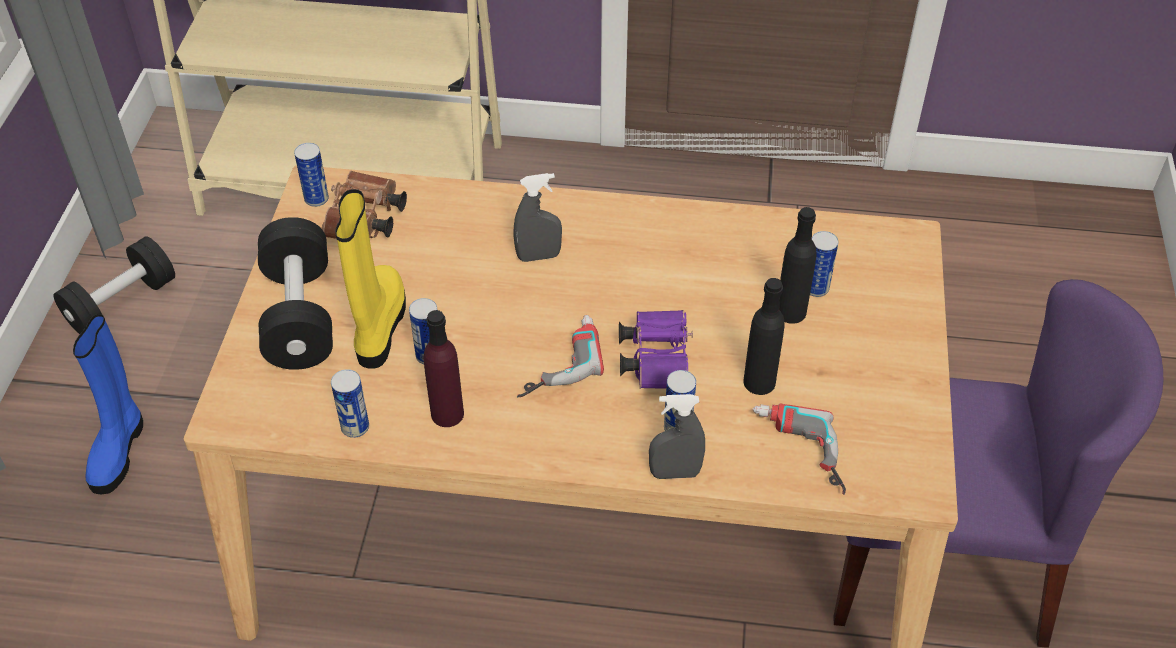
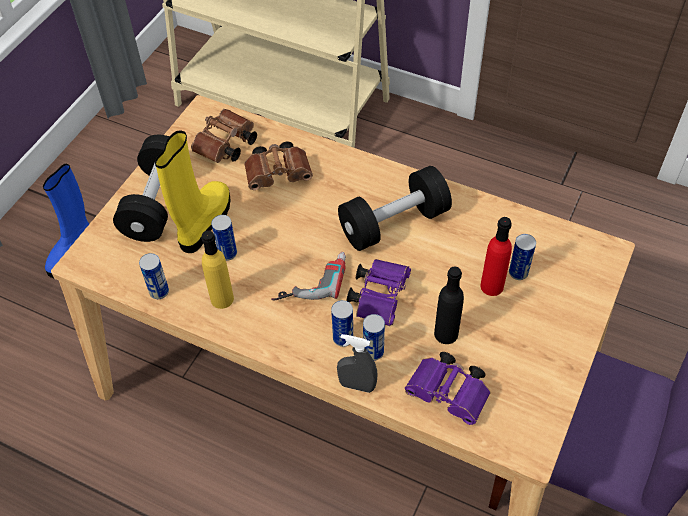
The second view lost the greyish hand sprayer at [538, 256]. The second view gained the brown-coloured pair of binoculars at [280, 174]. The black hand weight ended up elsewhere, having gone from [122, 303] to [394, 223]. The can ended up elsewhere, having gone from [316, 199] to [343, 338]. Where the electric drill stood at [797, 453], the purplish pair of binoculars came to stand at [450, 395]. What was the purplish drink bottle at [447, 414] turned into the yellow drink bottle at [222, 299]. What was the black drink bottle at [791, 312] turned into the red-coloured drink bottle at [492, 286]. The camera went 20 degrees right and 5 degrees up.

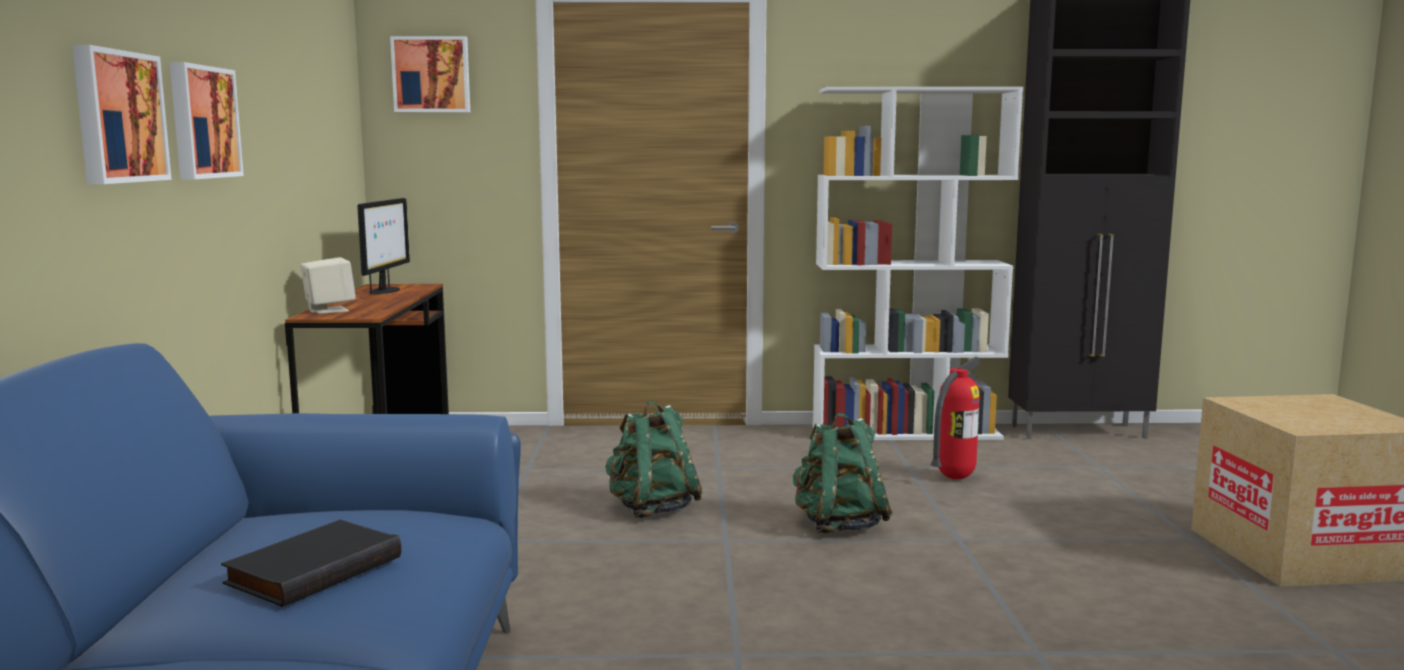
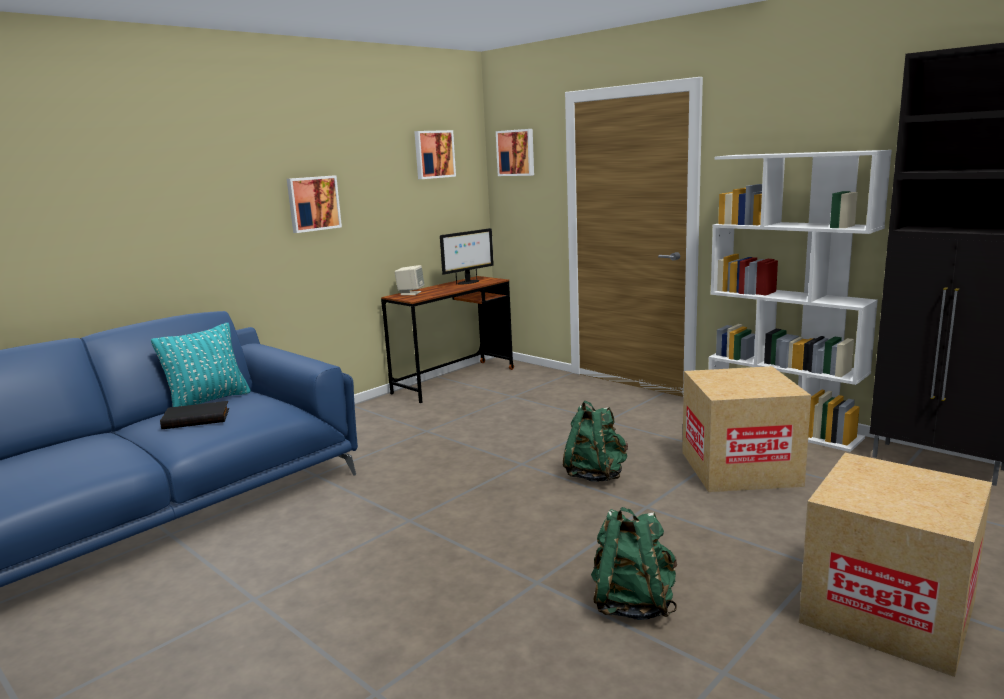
The second view gained the blue-green cushion at [208, 401]. The picture ended up elsewhere, having gone from [117, 117] to [433, 154]. The green knapsack ended up elsewhere, having gone from [652, 509] to [632, 604]. Where the extinguisher stood at [954, 478], the carton came to stand at [739, 468]. The camera went 45 degrees right and 5 degrees up.

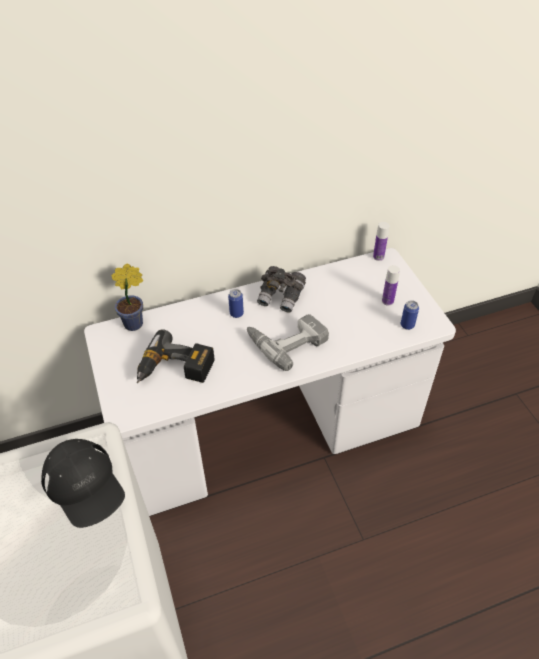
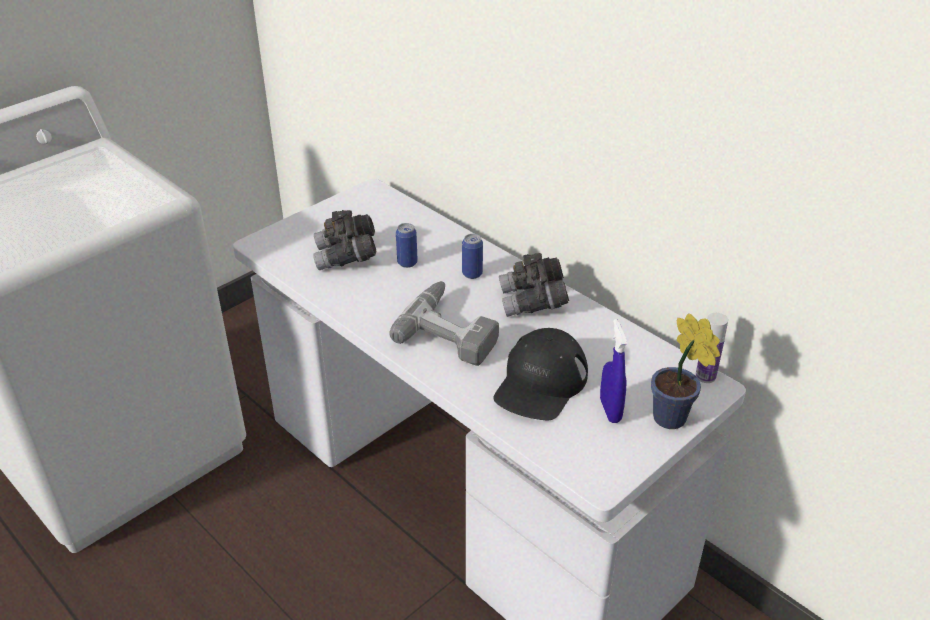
The black peaked cap ended up elsewhere, having gone from [84, 485] to [540, 383]. The houseplant ended up elsewhere, having gone from [136, 323] to [673, 420]. The can ended up elsewhere, having gone from [407, 325] to [407, 263]. Where the electric drill stood at [175, 370], the greyish pair of binoculars came to stand at [346, 257]. Where the drink bottle stood at [387, 301], the bluish hand sprayer came to stand at [610, 410]. The camera went 65 degrees right and 10 degrees down.

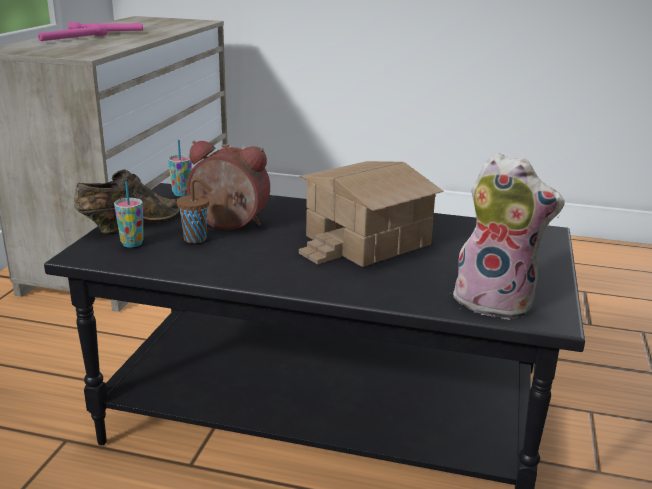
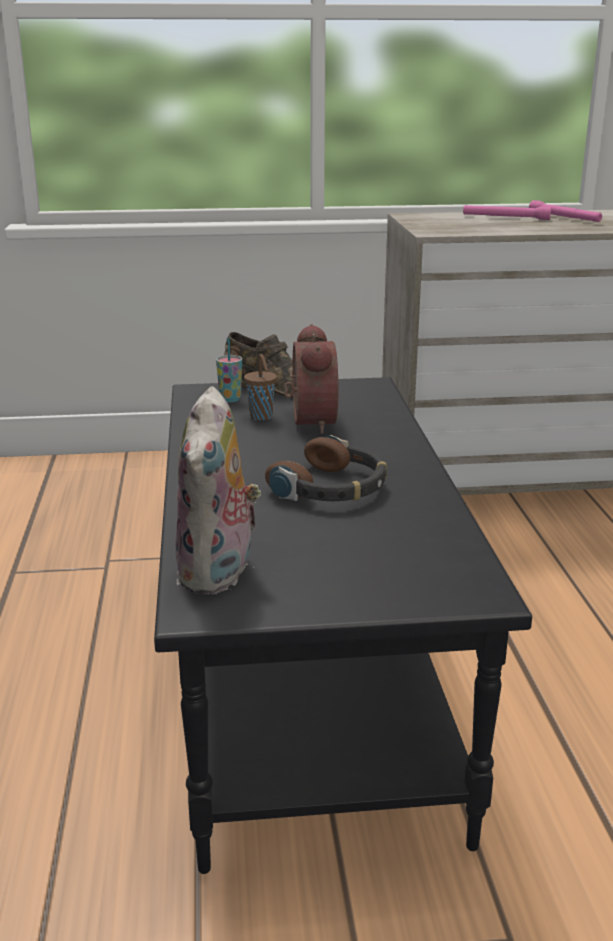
The second view lost the cup at [182, 194]. Where the toy house stood at [369, 241], the pair of headphones came to stand at [331, 488]. The camera went 70 degrees right and 0 degrees up.

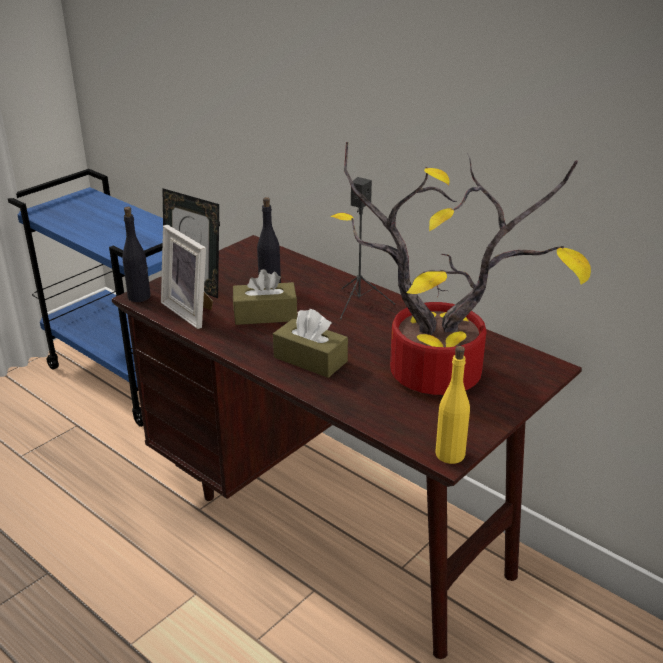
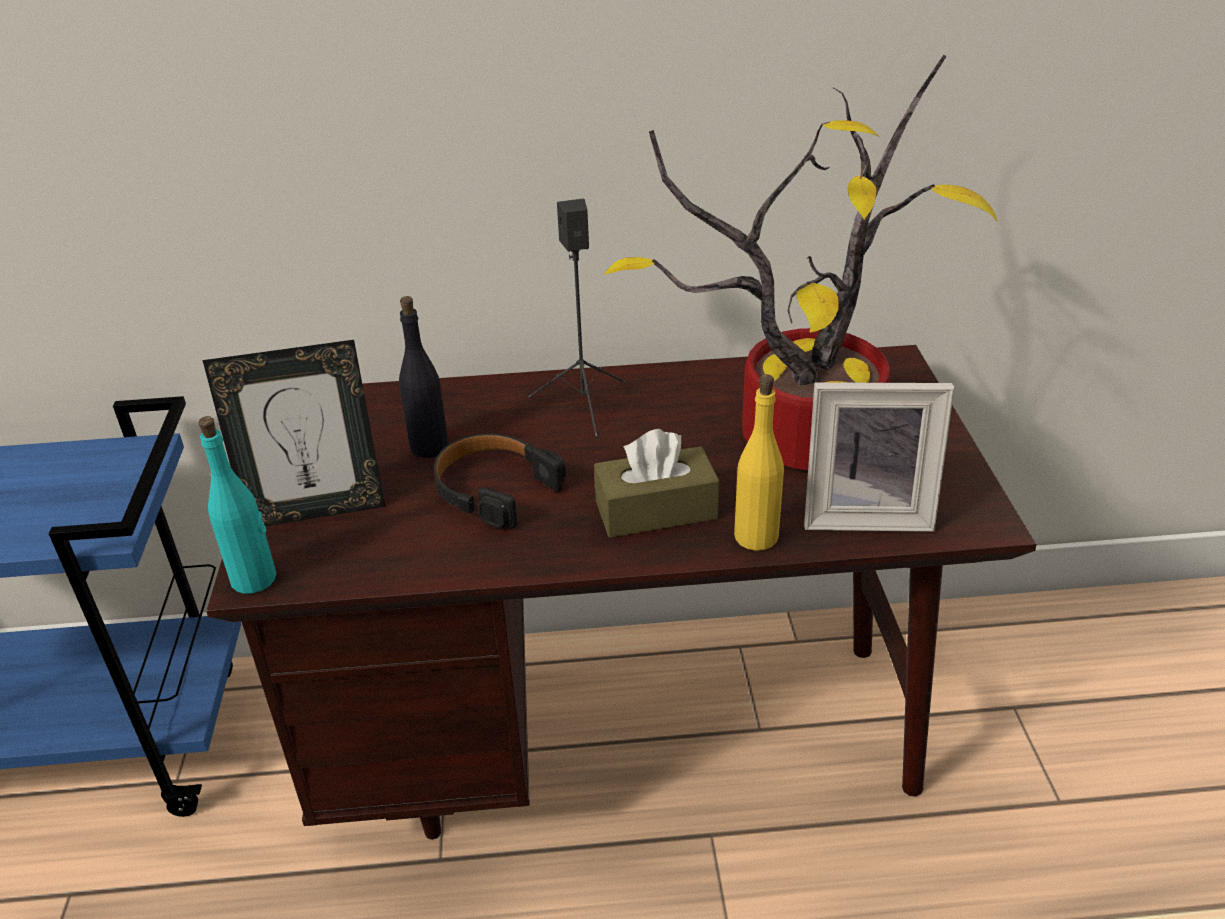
The picture frame ended up elsewhere, having gone from [192, 311] to [865, 513]. The yellow drink bottle ended up elsewhere, having gone from [450, 454] to [755, 536]. Where the brown-coloured tissue holder stood at [265, 315], the black pair of headphones came to stand at [494, 489]. What was the black drink bottle at [139, 297] turned into the blue-green drink bottle at [254, 579]. The camera went 45 degrees left and 5 degrees up.

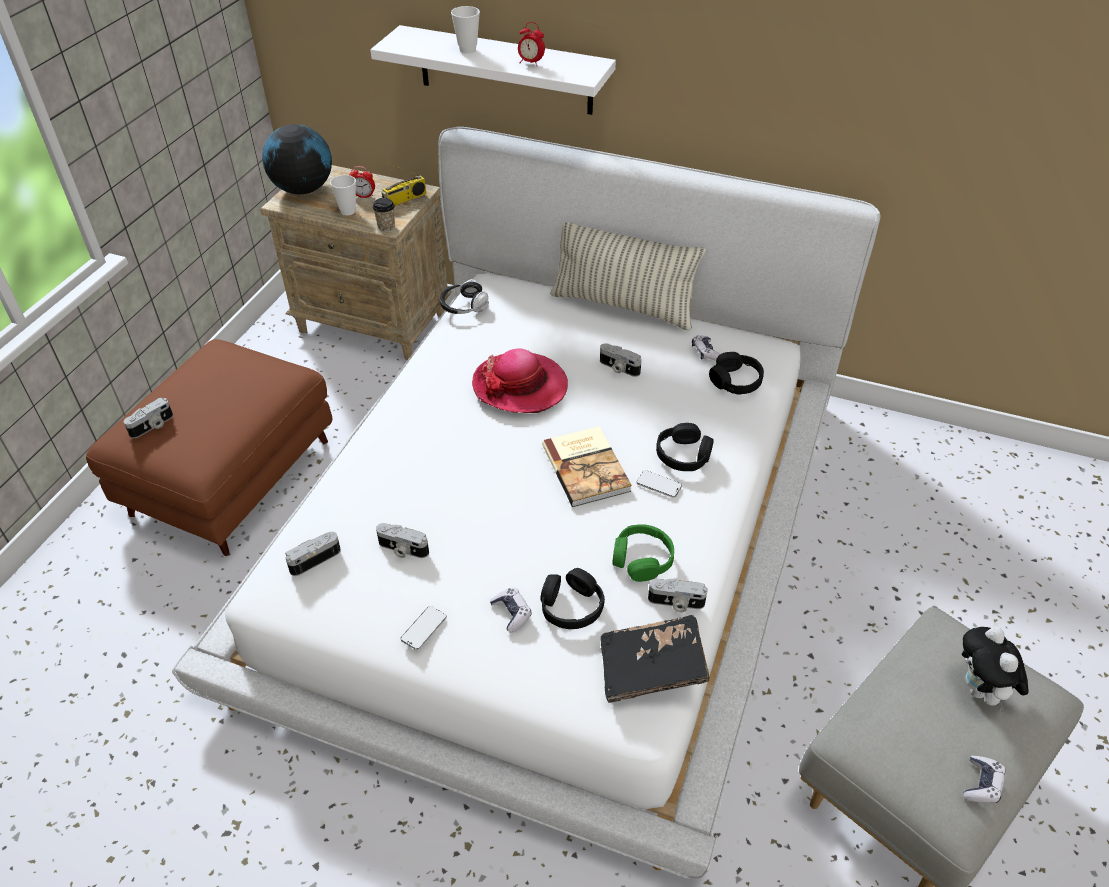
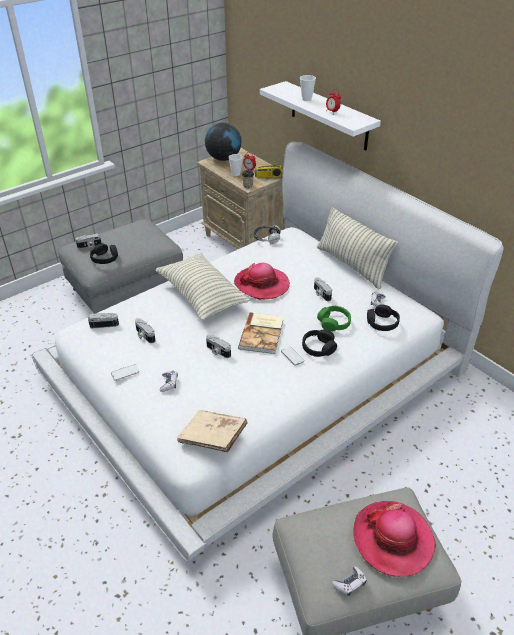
The second view gained the cushion at [202, 296]. The black pair of headphones ended up elsewhere, having gone from [571, 606] to [105, 258]. The green pair of headphones ended up elsewhere, having gone from [642, 559] to [334, 322]. The still camera ended up elsewhere, having gone from [676, 603] to [217, 351]. Where the soft toy stood at [980, 691], the hat came to stand at [393, 539]. What was the brown-coloured pouffe at [231, 477] turned into the greyish pouffe at [127, 289]. What was the black book at [651, 668] turned into the beige book at [213, 438]. The camera went 30 degrees right and 5 degrees down.

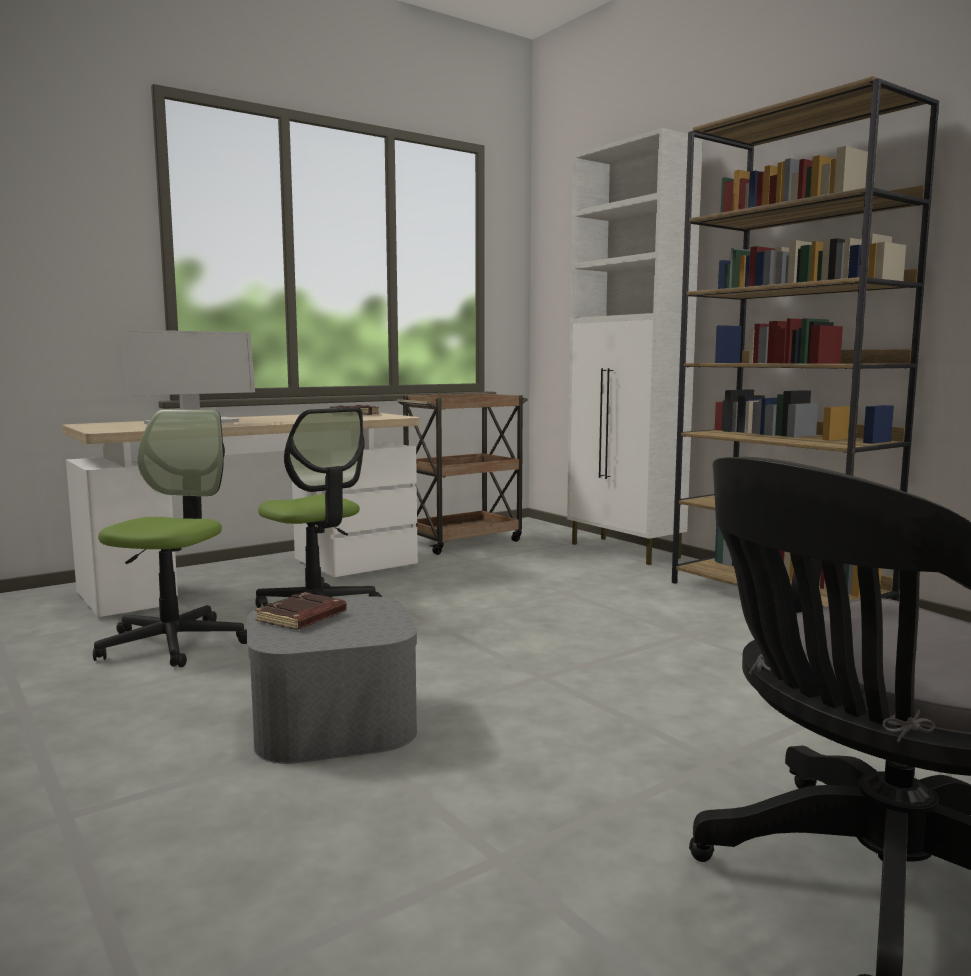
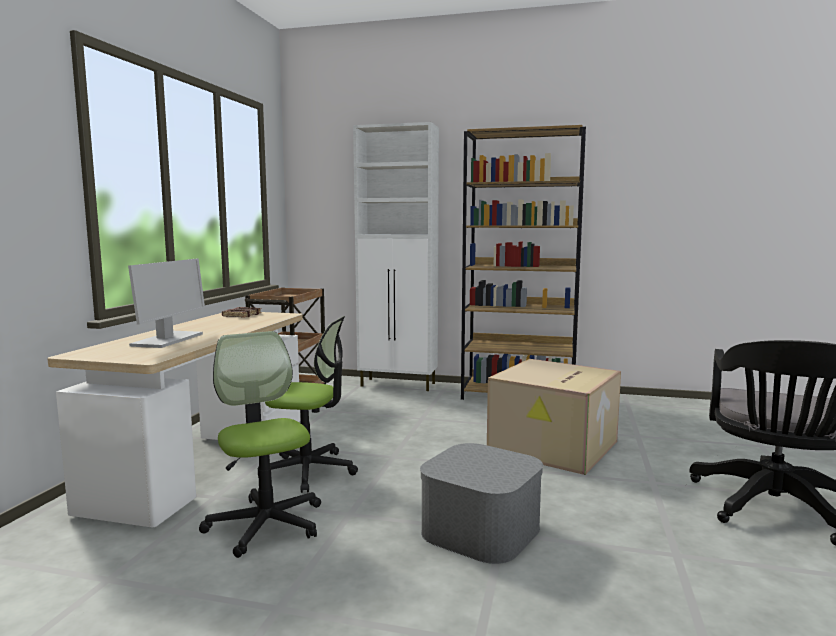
The second view lost the brown-coloured book at [302, 618]. The second view gained the carton at [554, 447]. The camera went 40 degrees left and 0 degrees up.

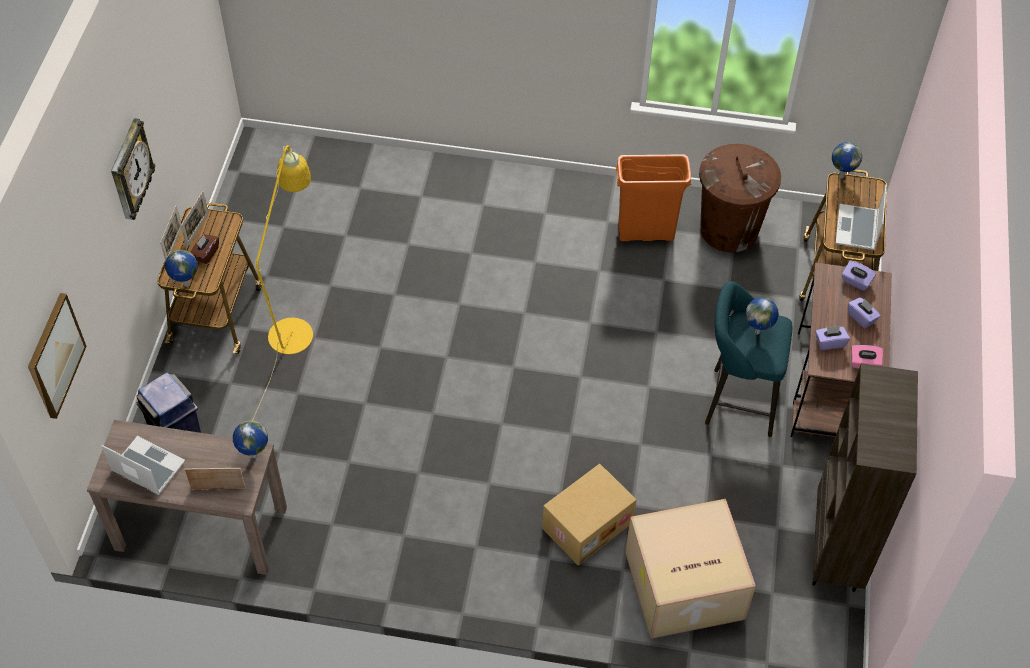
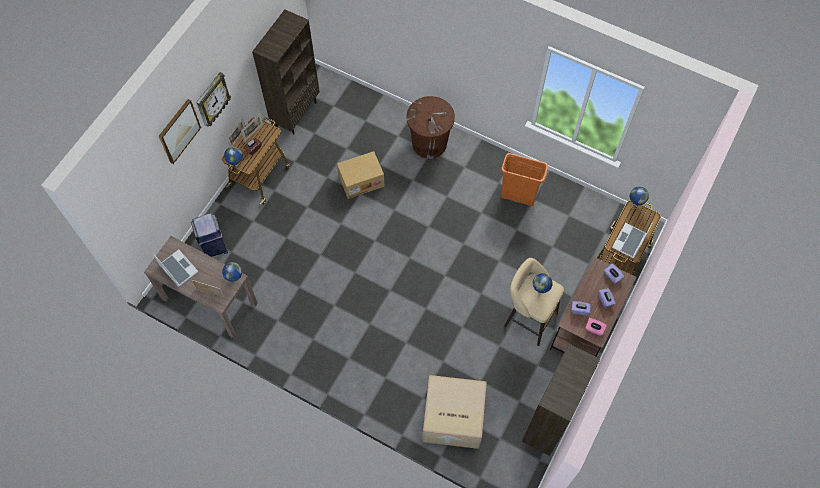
The second view lost the yellow standard lamp at [294, 326]. The second view gained the brown-coloured bookcase at [296, 113]. The picture ended up elsewhere, having gone from [55, 355] to [179, 131]. The carton ended up elsewhere, having gone from [587, 524] to [361, 180]. The brown-coloured rubbish bin ended up elsewhere, having gone from [729, 229] to [429, 143]. What was the blue-green sitting stool at [736, 401] turned into the beige sitting stool at [528, 318]. The camera went 20 degrees right and 10 degrees up.

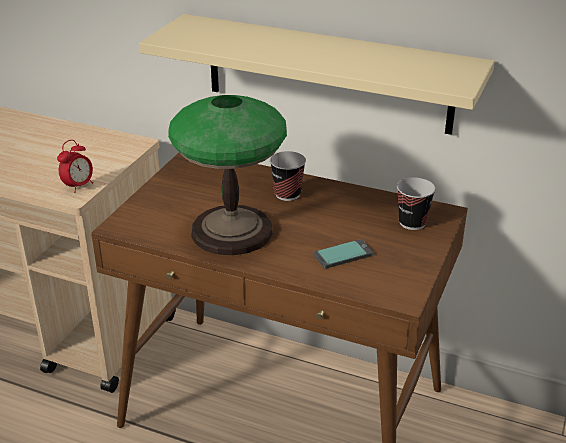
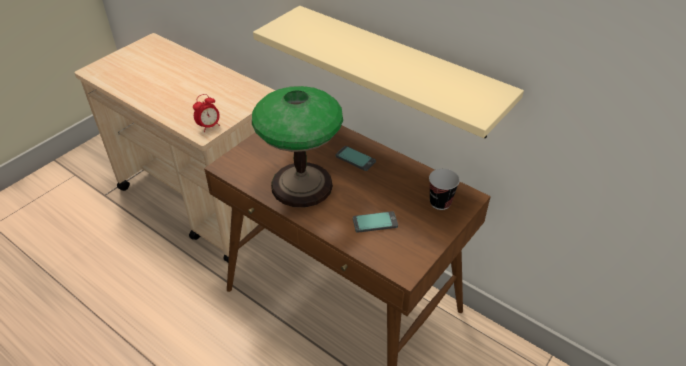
Where the cup stood at [287, 194], the handset came to stand at [355, 159]. The camera went 15 degrees right and 10 degrees up.

